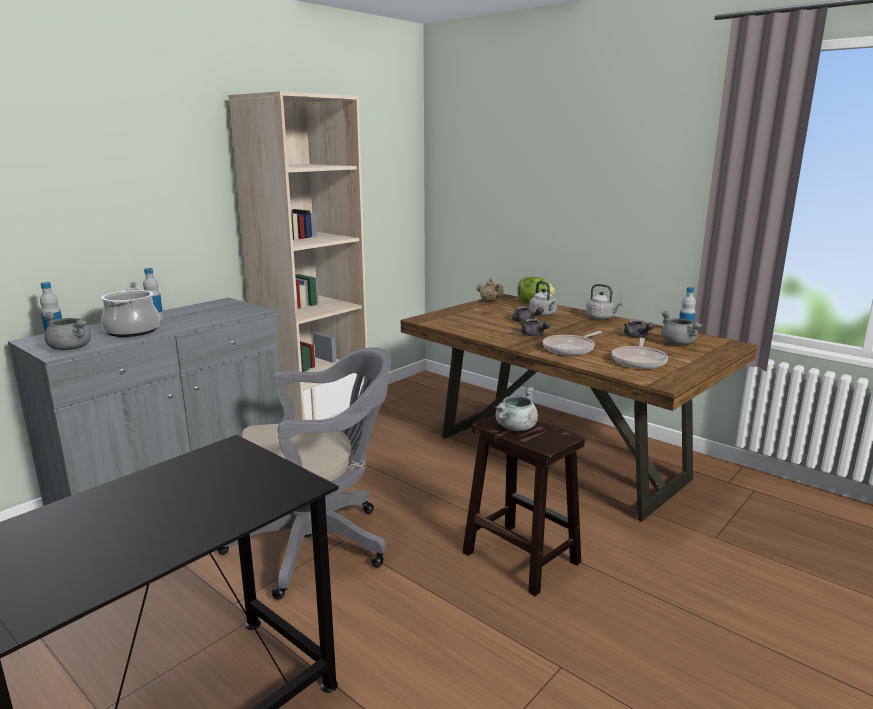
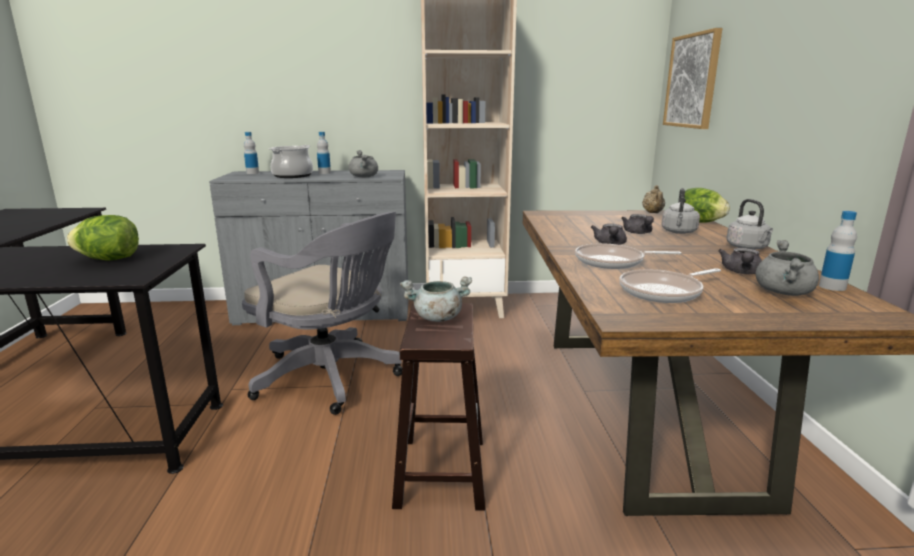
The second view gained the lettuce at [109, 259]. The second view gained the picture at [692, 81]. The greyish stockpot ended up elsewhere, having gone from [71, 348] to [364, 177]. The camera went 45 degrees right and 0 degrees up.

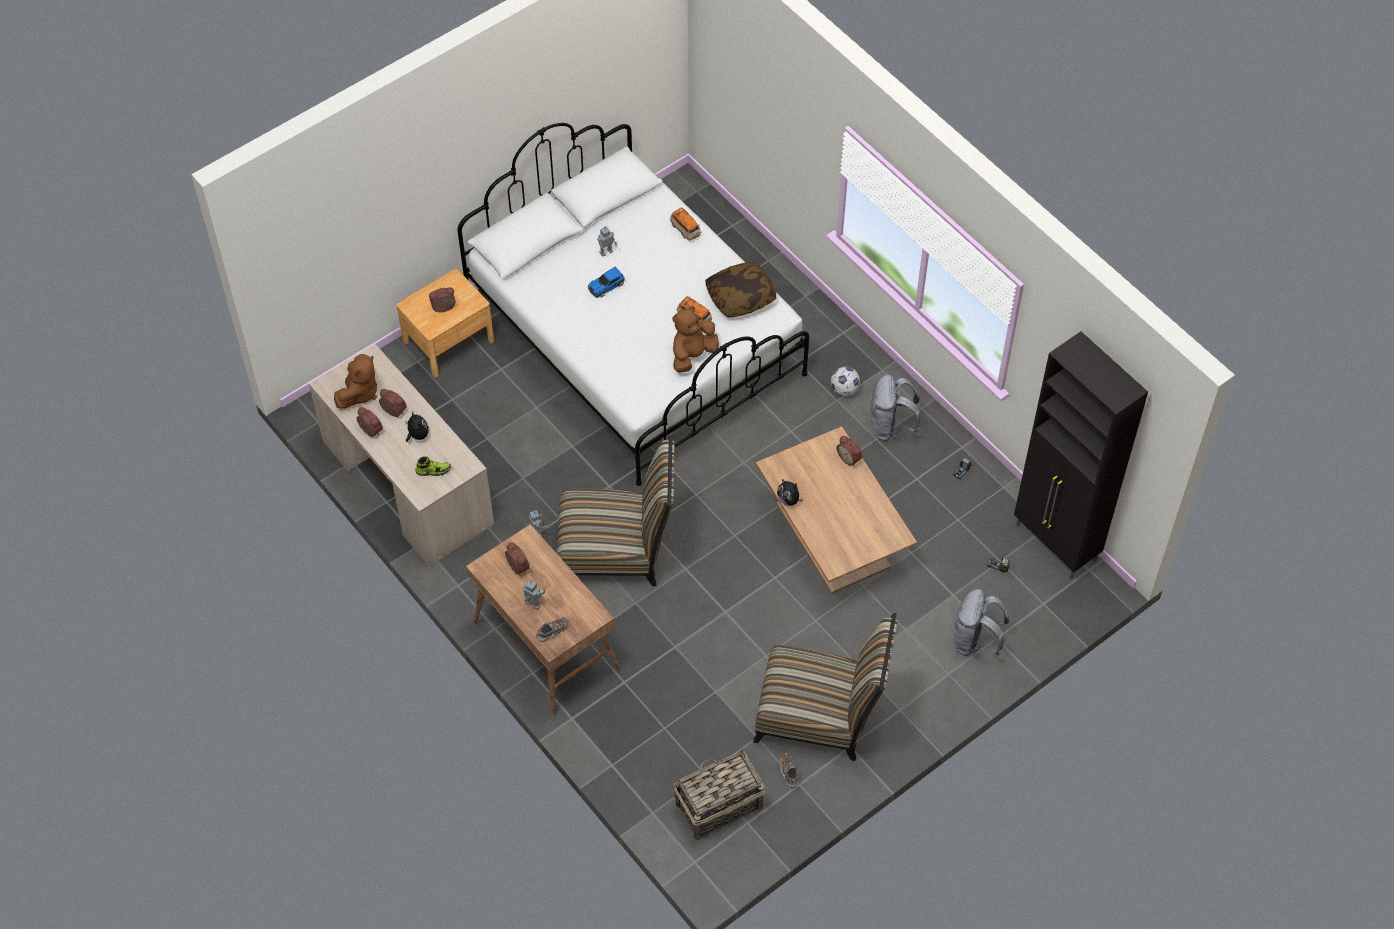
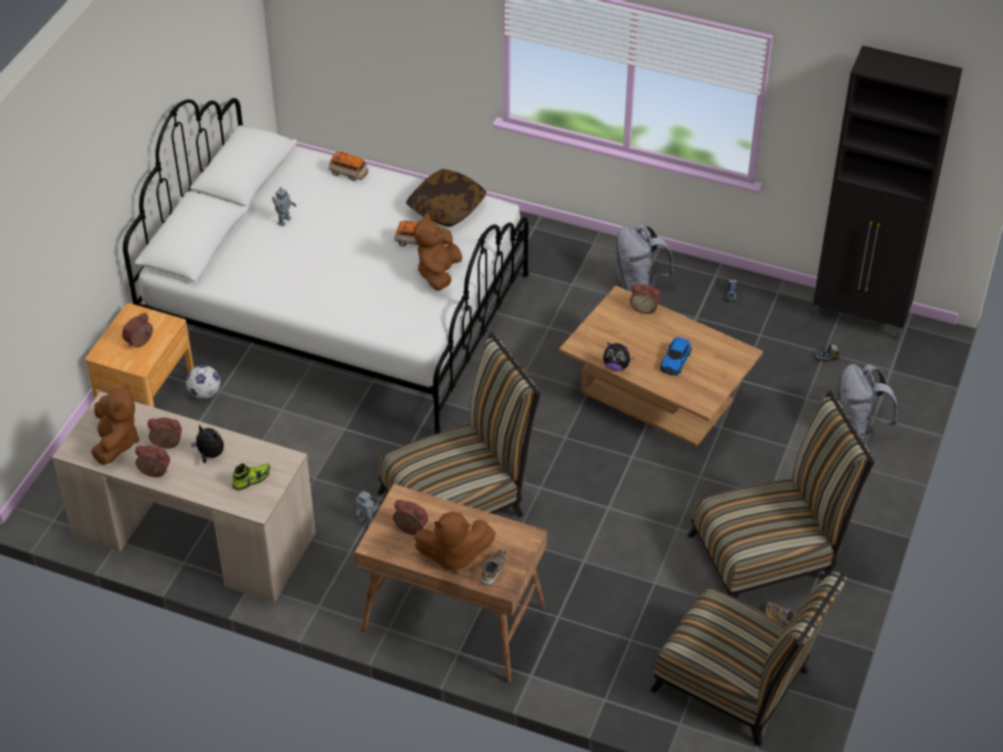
The toy car ended up elsewhere, having gone from [607, 285] to [675, 360]. The football ended up elsewhere, having gone from [844, 389] to [205, 393]. Where the model robot stood at [532, 604], the brown-coloured soft toy came to stand at [453, 556]. Where the storage basket stood at [718, 806], the upright chair came to stand at [739, 686]. The camera went 30 degrees left and 10 degrees down.

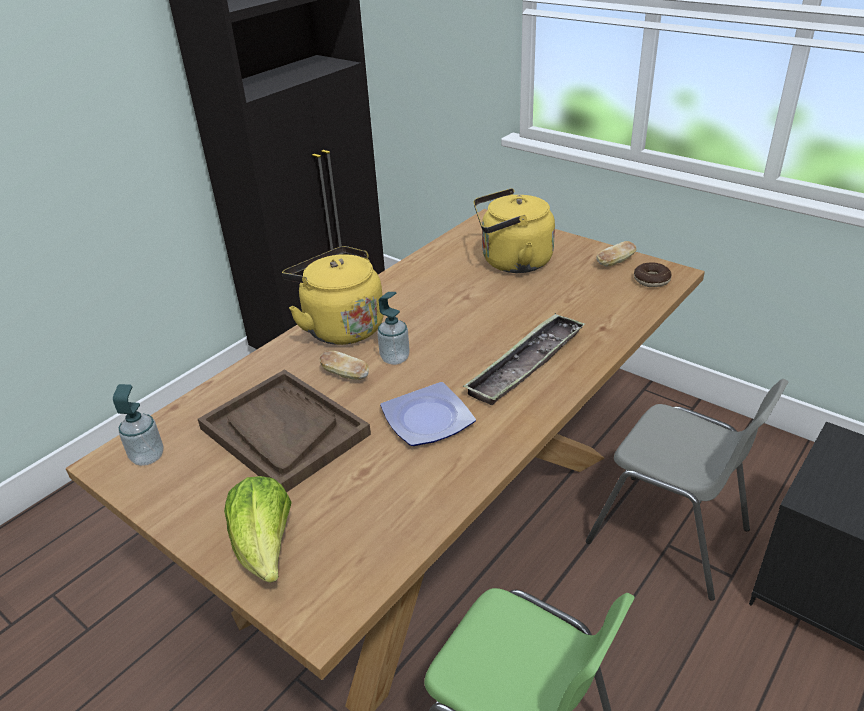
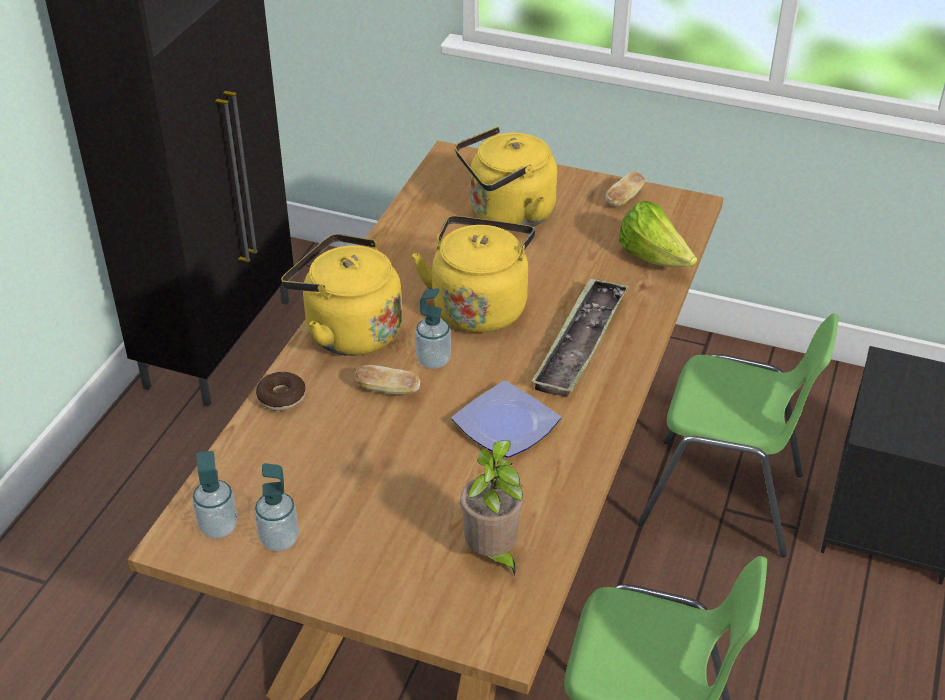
The second view lost the brown-coloured tray at [284, 432]. The second view gained the liquid soap bottle at [279, 539]. The second view gained the yellow kettle at [480, 306]. The second view gained the houseplant at [492, 554]. The lettuce ended up elsewhere, having gone from [266, 549] to [653, 258]. The donut ended up elsewhere, having gone from [651, 280] to [281, 397]. What was the greyish upright chair at [669, 536] turned into the green upright chair at [723, 499]. The camera went 20 degrees left and 5 degrees up.

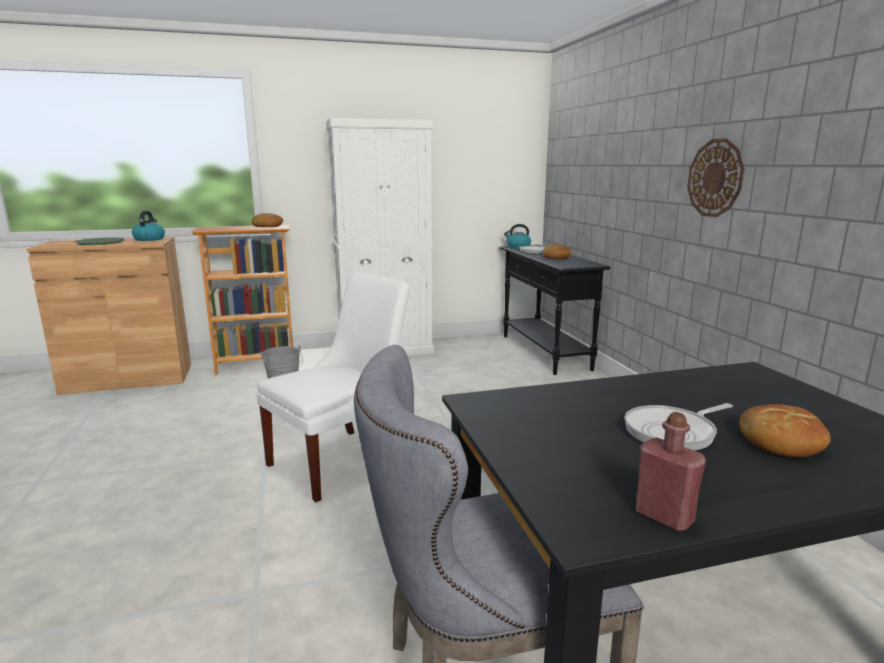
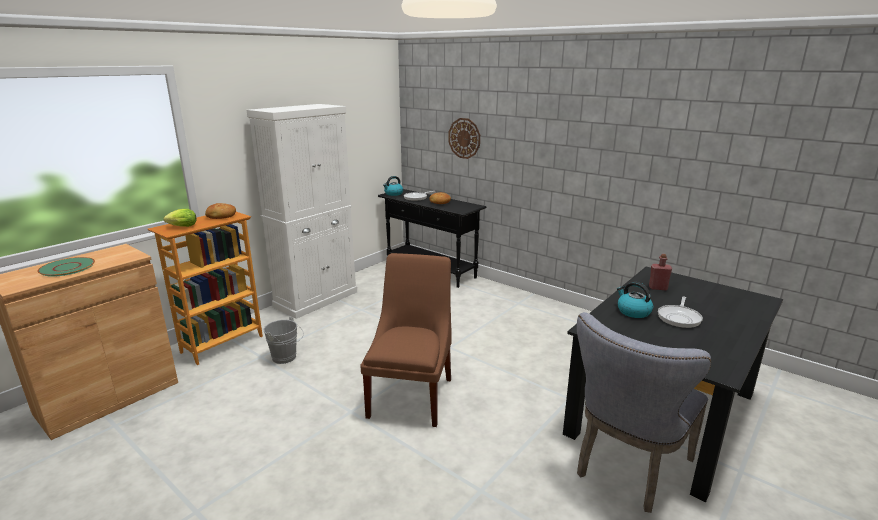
The second view lost the bakery bread at [780, 442]. The second view gained the lettuce at [181, 227]. The kettle ended up elsewhere, having gone from [149, 239] to [633, 311]. The red-coloured drink bottle ended up elsewhere, having gone from [664, 516] to [658, 288]. The clock on the wall ended up elsewhere, having gone from [715, 178] to [464, 138]. What was the white upright chair at [342, 461] turned into the brown-coloured upright chair at [412, 394]. The camera went 35 degrees left and 5 degrees up.

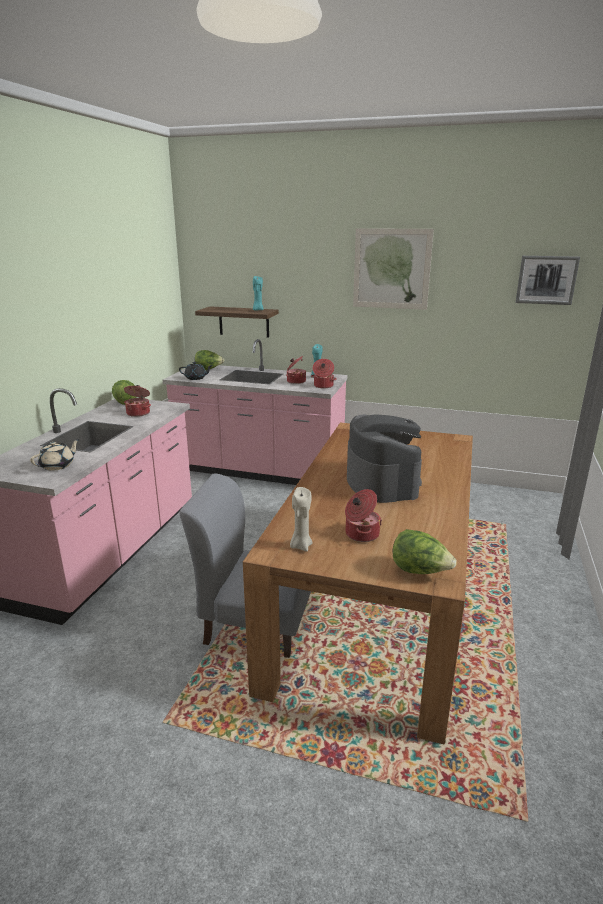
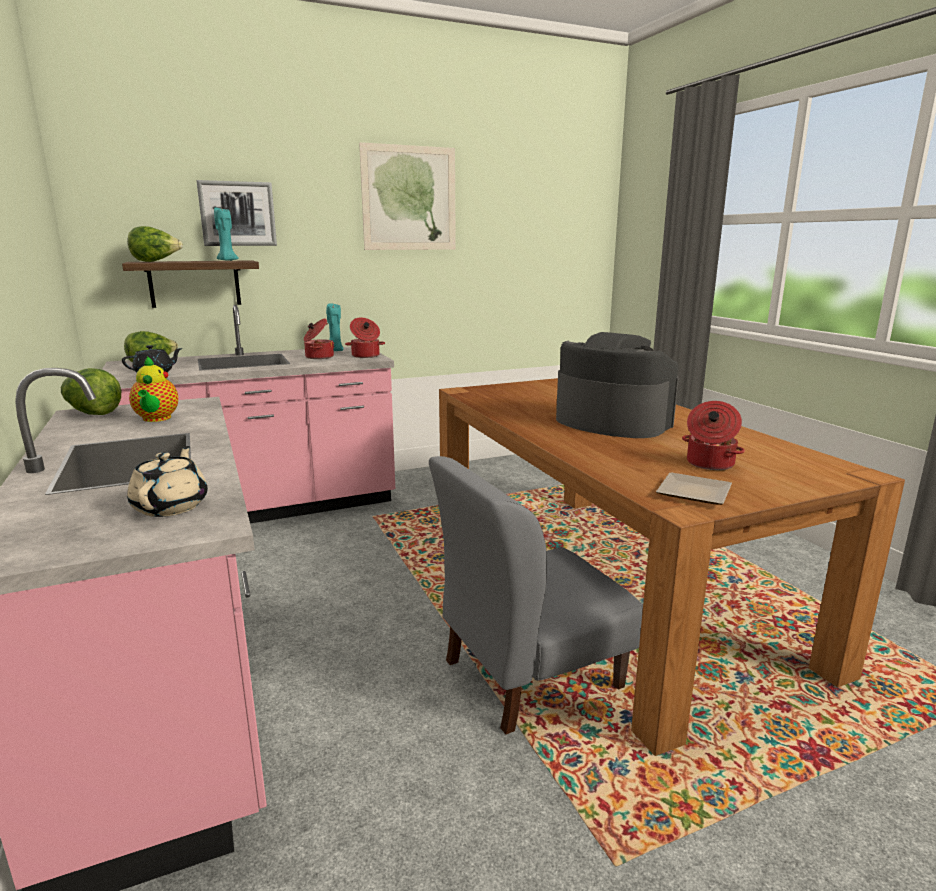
The lettuce ended up elsewhere, having gone from [420, 571] to [155, 261]. The picture ended up elsewhere, having gone from [546, 280] to [237, 214]. Where the stockpot stood at [139, 413], the tea pot came to stand at [156, 419]. Where the beige wax candle stood at [300, 546], the flat dish came to stand at [692, 491]. The camera went 40 degrees left and 5 degrees down.

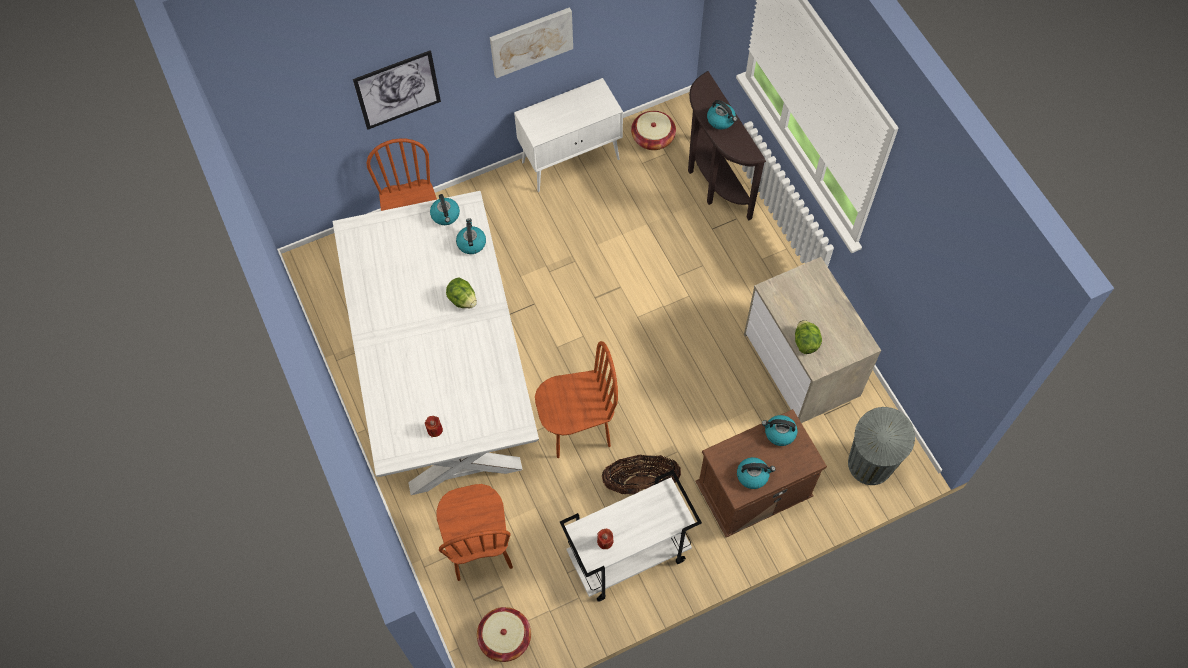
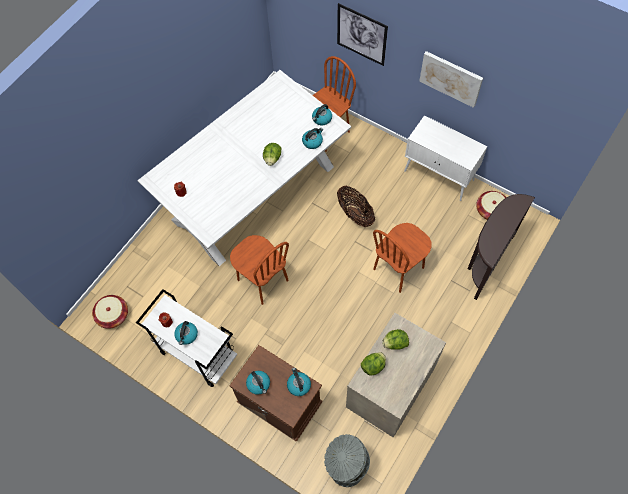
The second view gained the lettuce at [395, 343]. The brown-coloured upright chair ended up elsewhere, having gone from [479, 547] to [399, 269]. The storage basket ended up elsewhere, having gone from [640, 483] to [355, 214]. The kettle ended up elsewhere, having gone from [721, 120] to [187, 335]. The camera went 60 degrees right and 0 degrees up.

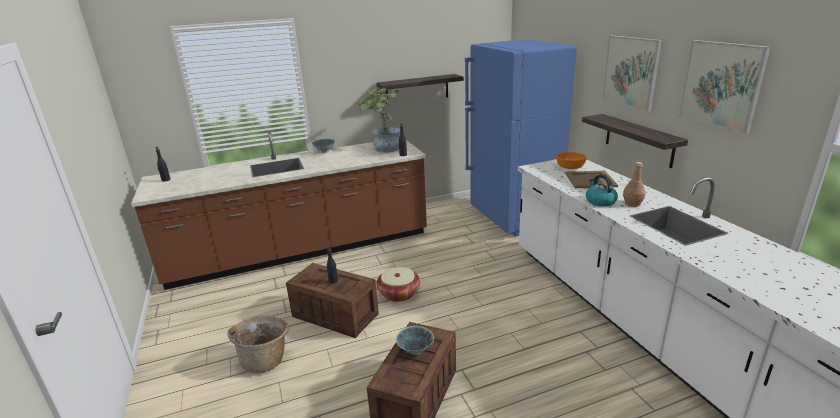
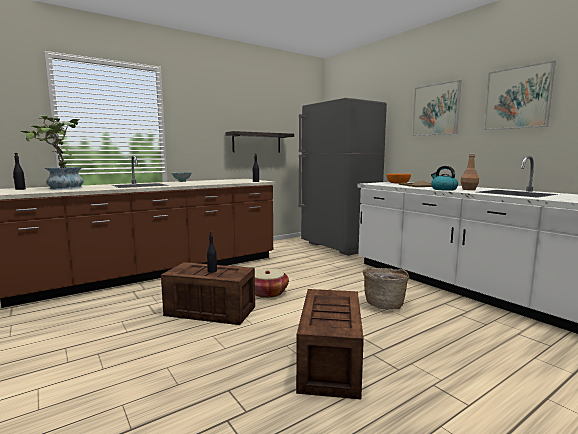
The second view lost the deep dish at [415, 350]. The second view lost the bracket shelf at [639, 140]. The storage basket ended up elsewhere, having gone from [265, 359] to [384, 304]. The houseplant ended up elsewhere, having gone from [384, 149] to [60, 188]. What was the bluish kitchen fridge at [513, 218] turned into the greyish kitchen fridge at [339, 247]. The camera went 15 degrees left and 15 degrees down.

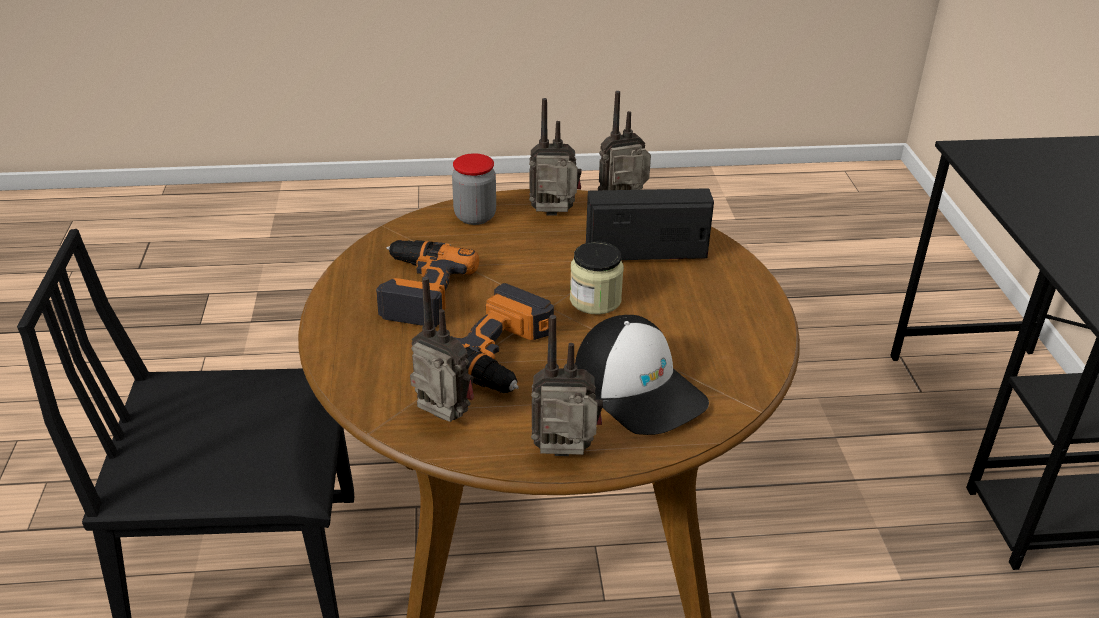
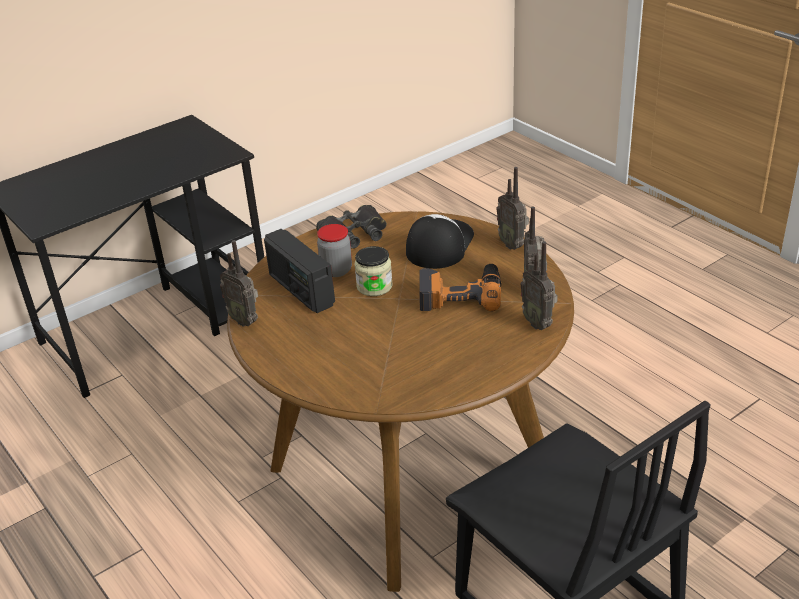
The second view lost the electric drill at [417, 290]. The second view gained the black pair of binoculars at [354, 233]. The jar ended up elsewhere, having gone from [475, 216] to [336, 270]. The radio ended up elsewhere, having gone from [554, 216] to [538, 323]. The camera went 120 degrees left and 0 degrees up.

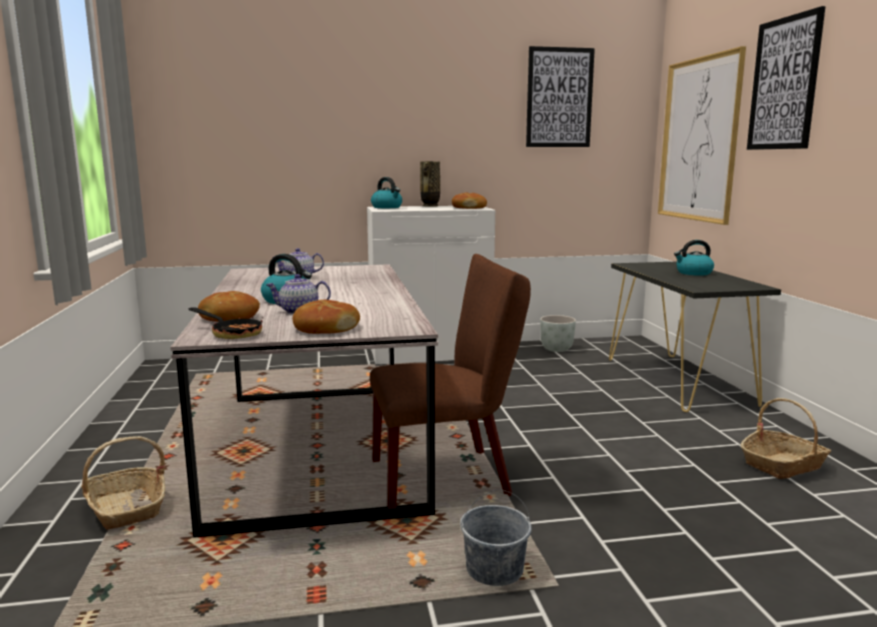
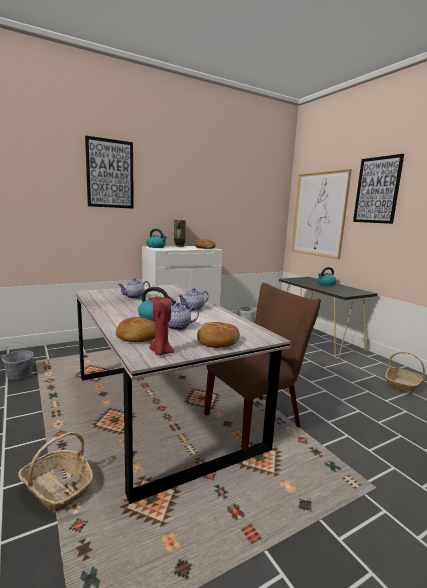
The second view gained the tea pot at [193, 309]. The greyish bucket ended up elsewhere, having gone from [495, 569] to [20, 374]. The picture ended up elsewhere, having gone from [559, 98] to [110, 174]. Where the frying pan stood at [232, 333], the red-coloured wax candle came to stand at [161, 352]. The camera went 20 degrees left and 0 degrees up.

